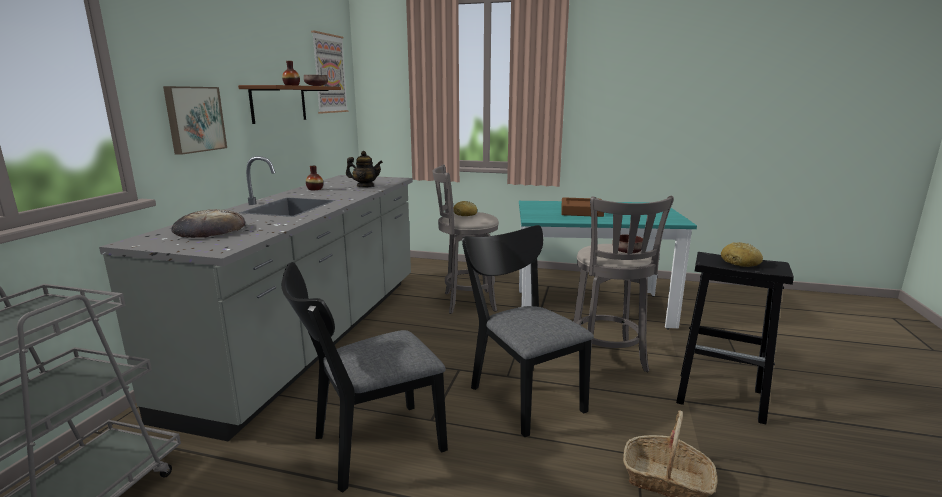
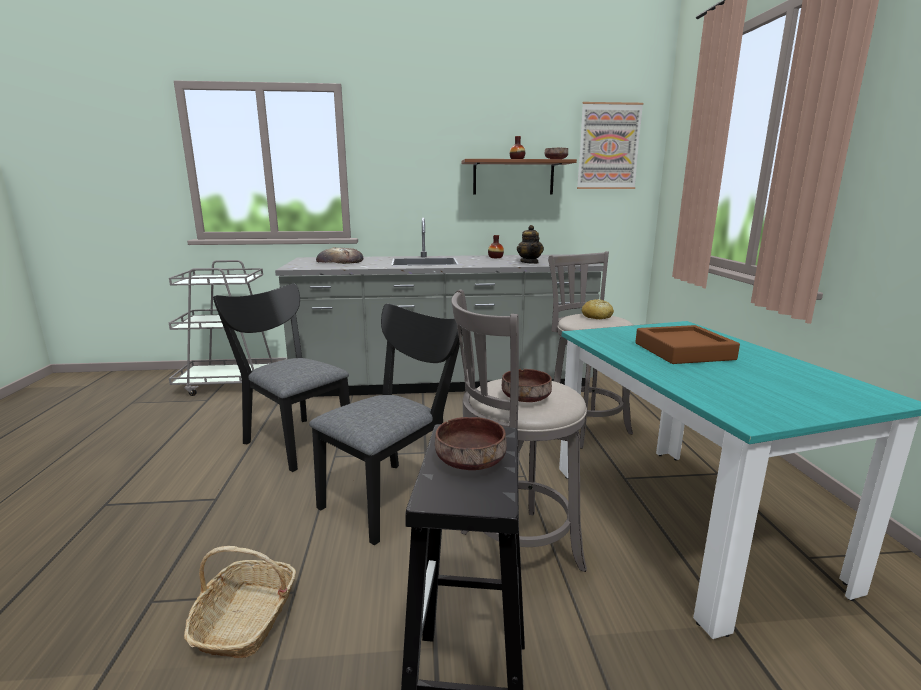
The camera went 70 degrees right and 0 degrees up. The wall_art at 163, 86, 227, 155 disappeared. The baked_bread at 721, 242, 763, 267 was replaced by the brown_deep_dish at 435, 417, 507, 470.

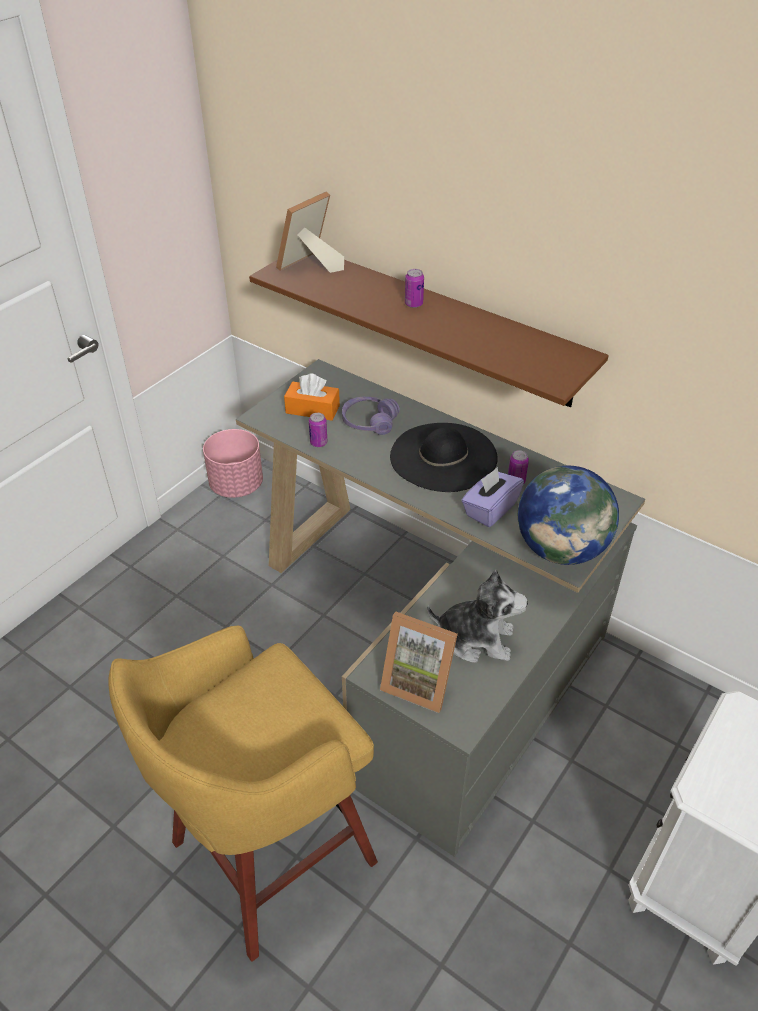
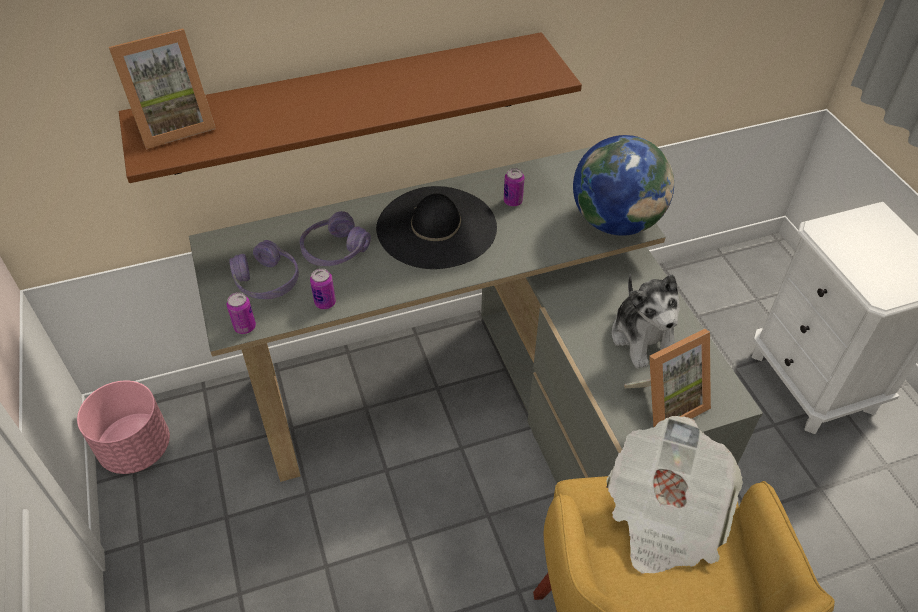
The camera went 55 degrees left and 5 degrees up. The picture_frame at 276, 192, 344, 273 turned 105 degrees counterclockwise. The orangey_tissue_box at 284, 373, 340, 421 was replaced by the purple-coloured_headphones at 229, 240, 299, 299. The metal_can moved from 405, 269, 424, 308 to 227, 292, 256, 334. The soft_toy at 427, 569, 528, 663 turned 120 degrees clockwise. The purple-coloured_tissue_box at 461, 467, 524, 527 disappeared. The printed_paper at 606, 416, 743, 574 appeared.

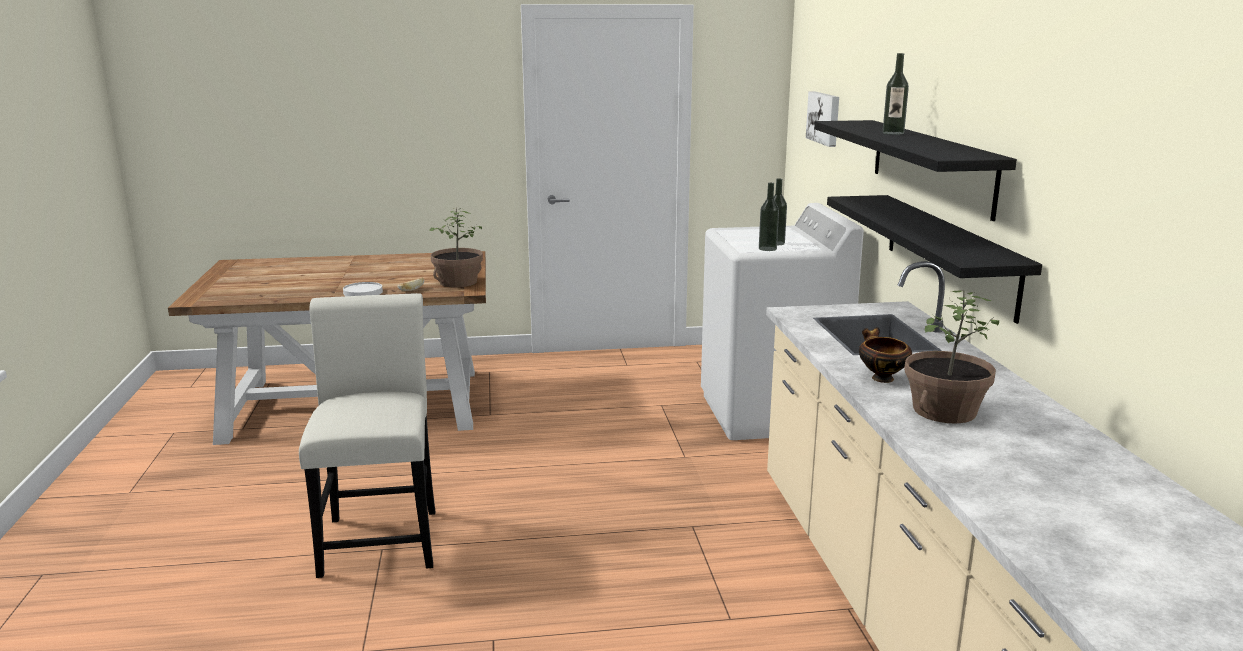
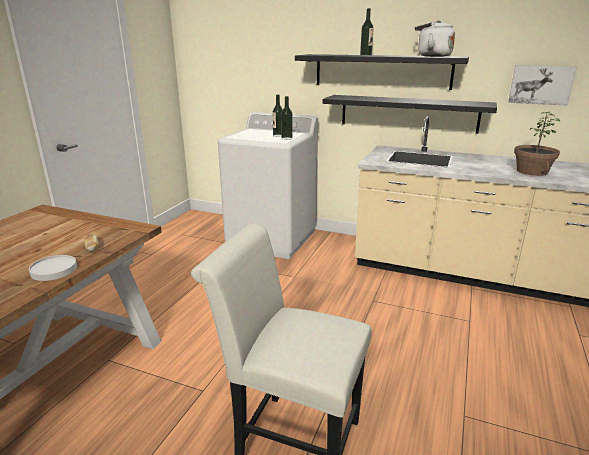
The camera went 60 degrees left and 5 degrees up. The houseplant at 429, 208, 483, 288 disappeared. The wall_art moved from 806, 91, 839, 147 to 508, 65, 577, 106. The deep_dish at 859, 327, 912, 383 disappeared. The white_kettle at 415, 20, 455, 57 appeared.

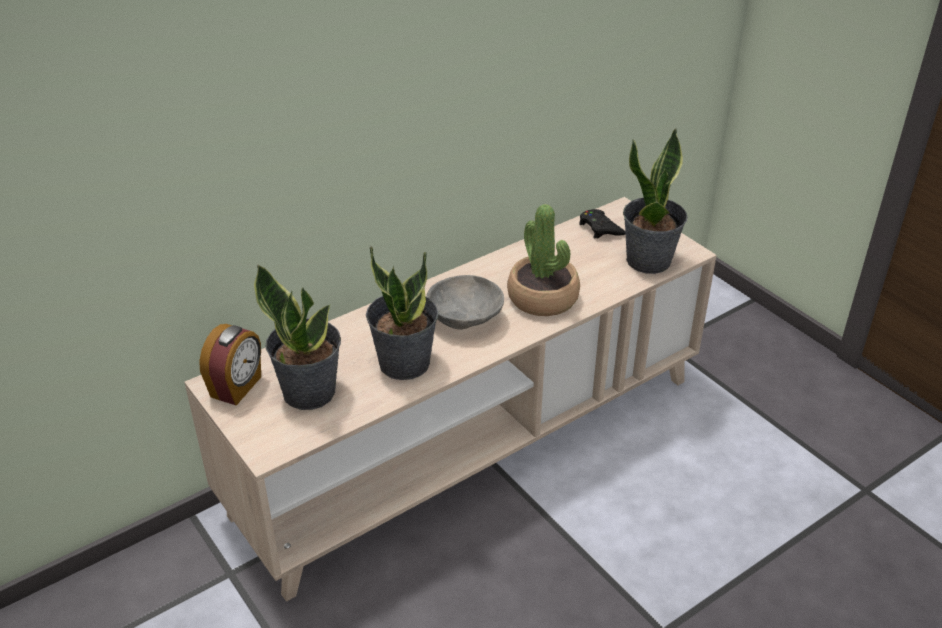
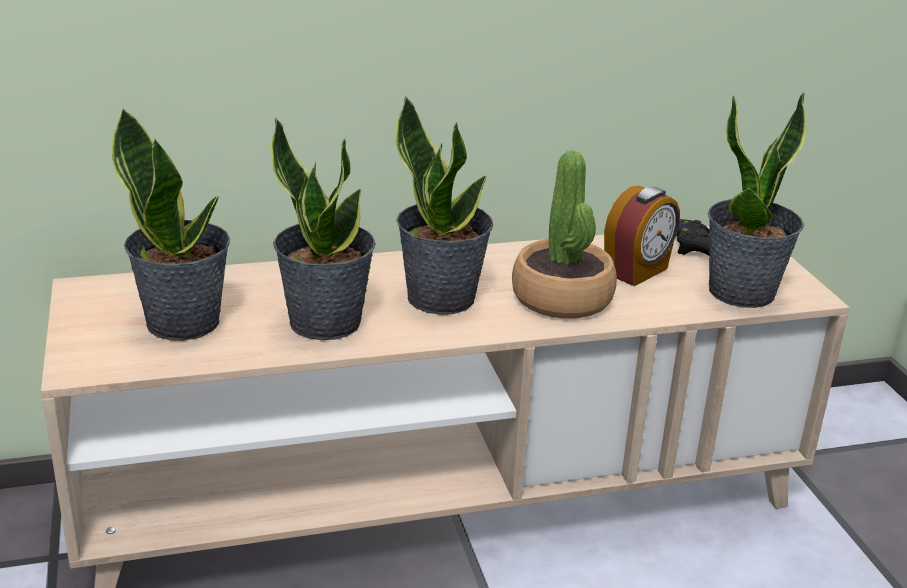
The camera went 20 degrees right and 10 degrees down. The alarm_clock moved from 199, 324, 261, 406 to 604, 186, 680, 286. The gray_deep_dish at 426, 275, 504, 330 was replaced by the houseplant at 396, 96, 493, 315.

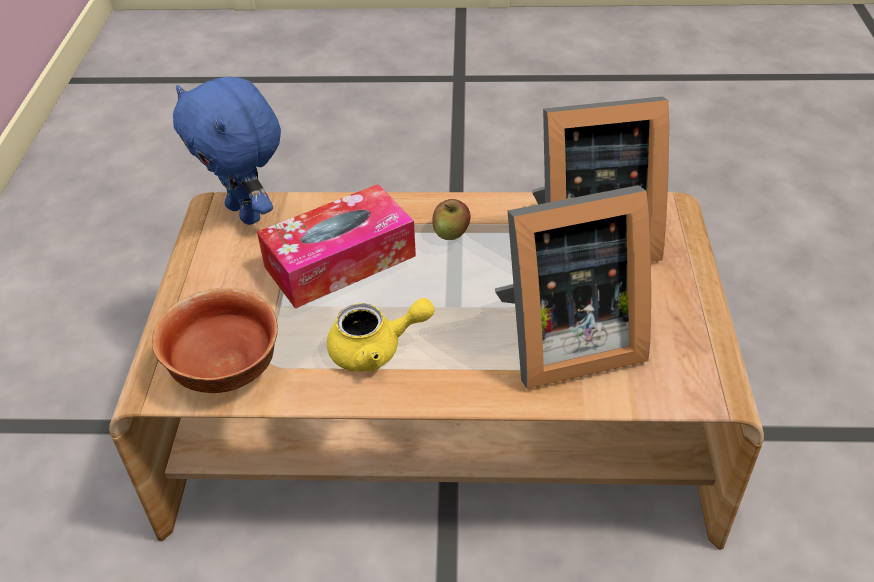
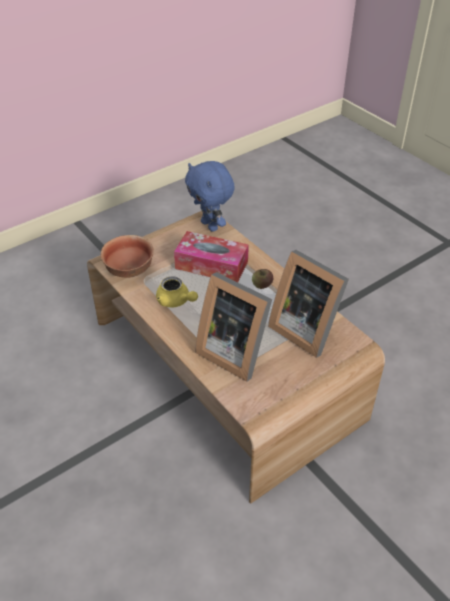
The camera went 50 degrees right and 0 degrees up. The blue_soft_toy at 173, 77, 281, 225 turned 45 degrees counterclockwise.

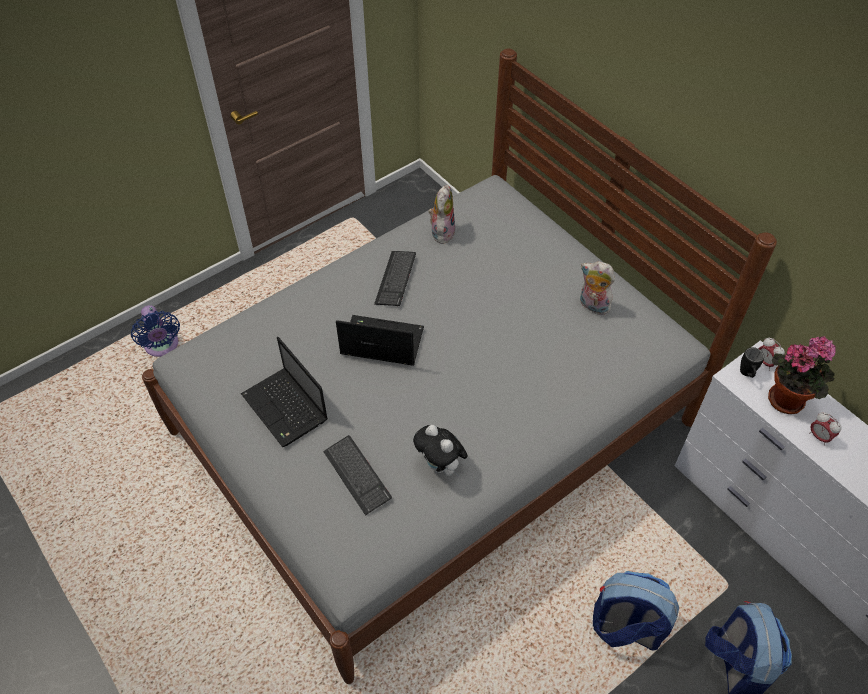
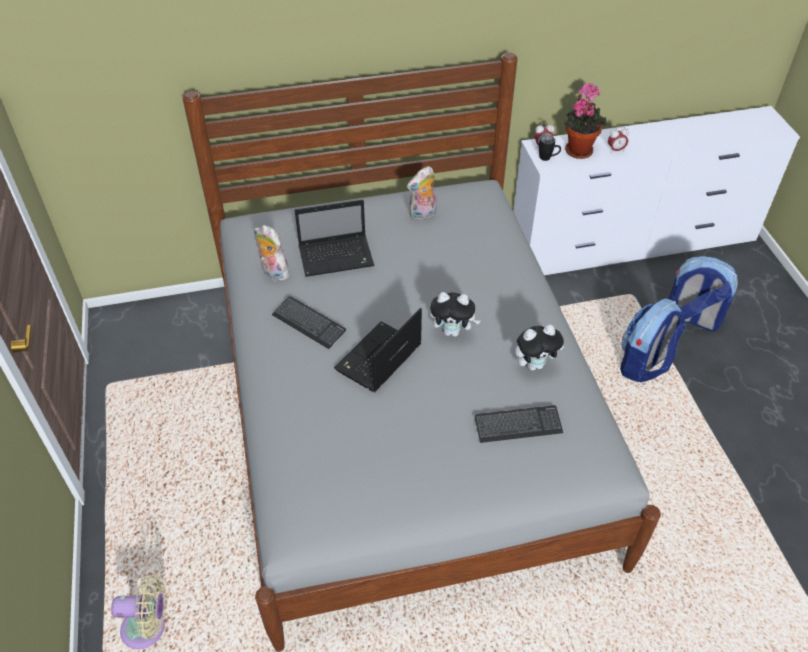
The camera went 65 degrees left and 5 degrees down. The blue_fan at 131, 305, 180, 357 became the sand-coloured_fan at 111, 574, 166, 649. The notebook_computer moved from 241, 337, 328, 447 to 295, 200, 374, 277. The soft_toy at 430, 292, 480, 337 appeared.

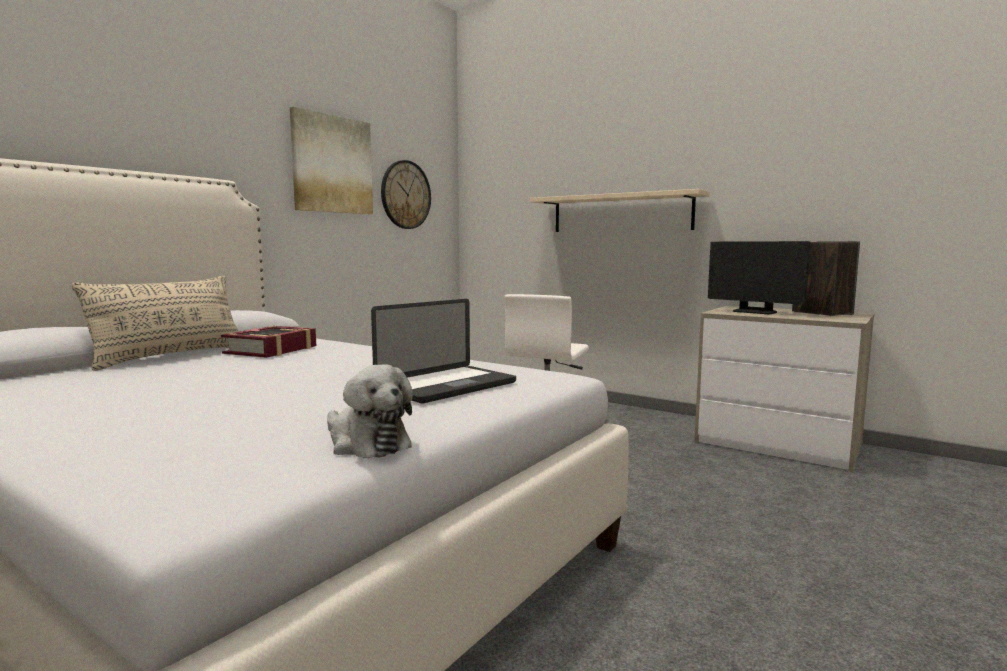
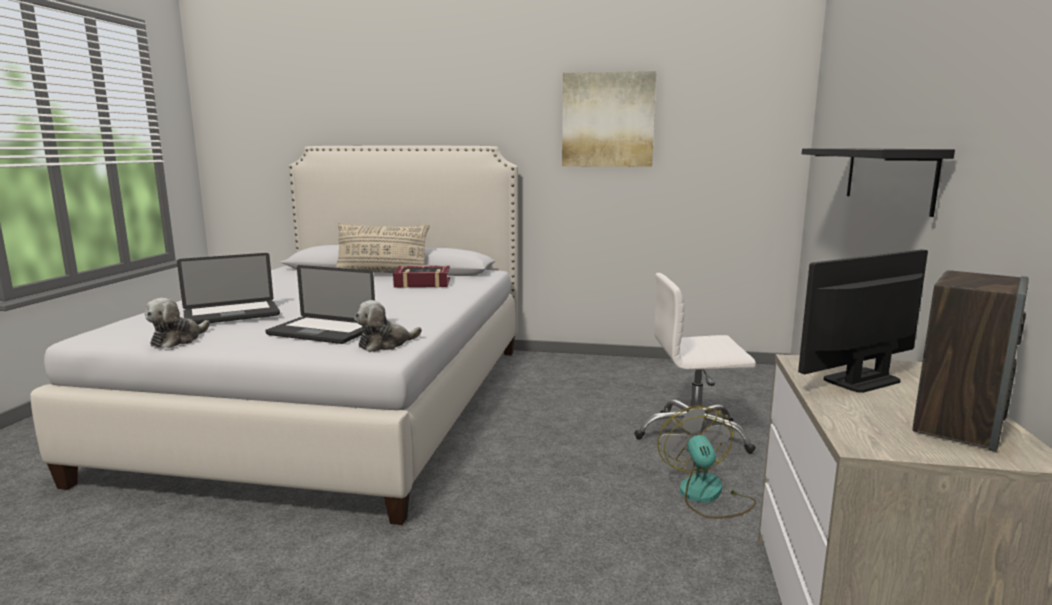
The camera went 65 degrees right and 5 degrees up. The hanging_clock at 381, 160, 431, 229 disappeared. The sand-coloured_bracket_shelf at 530, 189, 710, 232 became the blackish_bracket_shelf at 802, 148, 955, 217. The monitor at 708, 241, 811, 314 turned 45 degrees clockwise. The notebook_computer at 177, 253, 280, 324 appeared. The soft_toy at 354, 300, 422, 352 appeared. The fan at 657, 406, 756, 519 appeared.

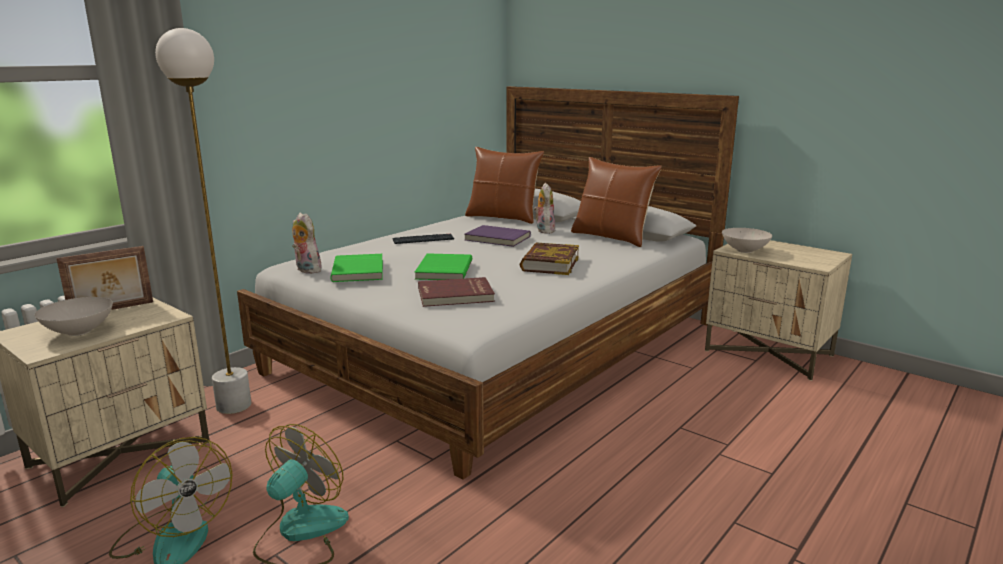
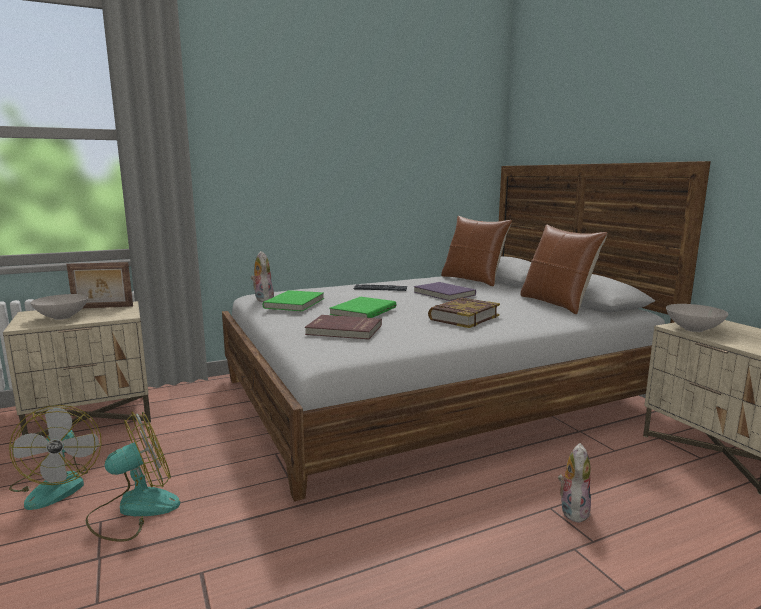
The camera went 25 degrees right and 5 degrees down. The white_standard_lamp at 155, 28, 251, 414 disappeared. The soft_toy moved from 534, 183, 555, 234 to 558, 443, 591, 523.

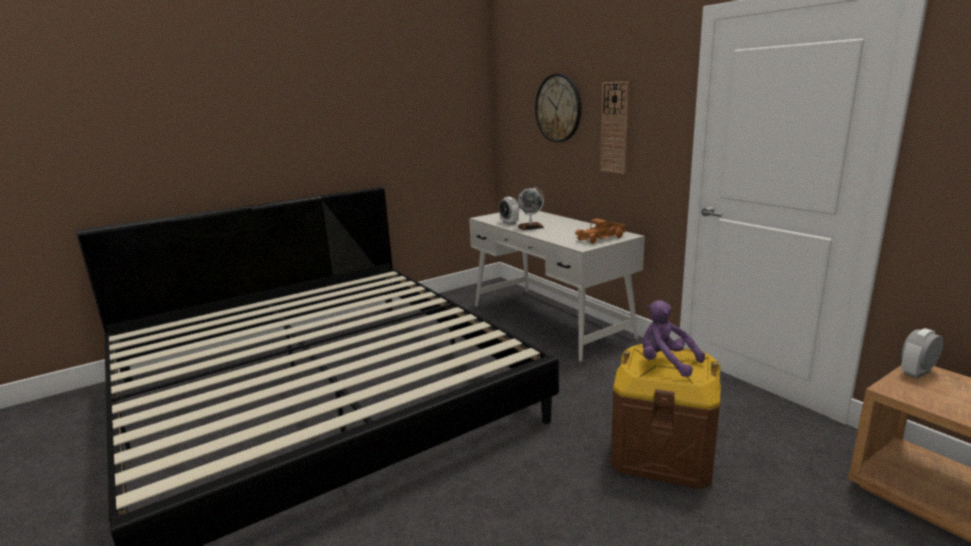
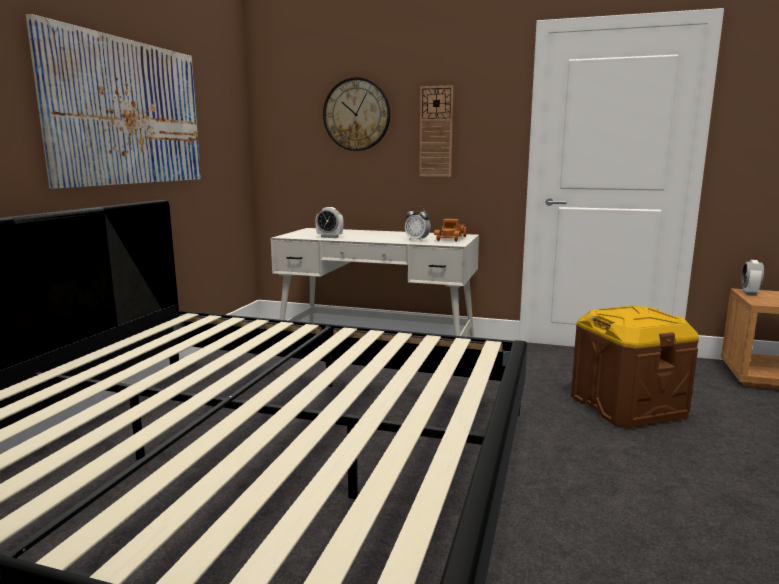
The camera went 40 degrees left and 5 degrees down. The world_globe at 518, 187, 544, 230 disappeared. The purple-coloured_soft_toy at 642, 300, 705, 377 disappeared. The wall_art at 26, 14, 201, 189 appeared. The alarm_clock at 405, 206, 431, 241 appeared.

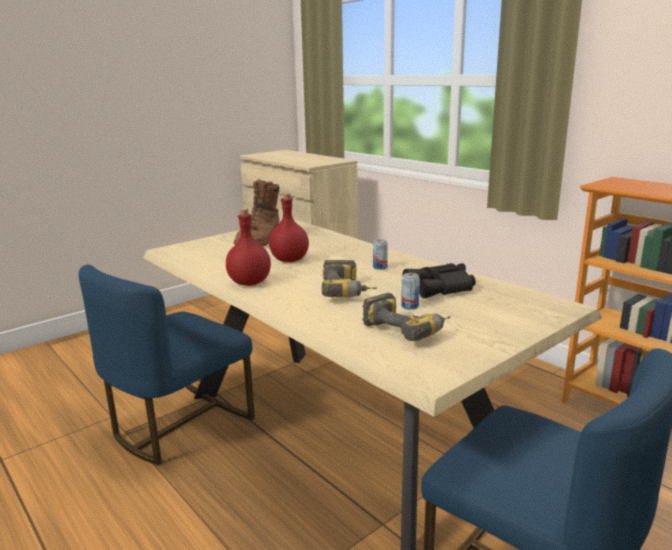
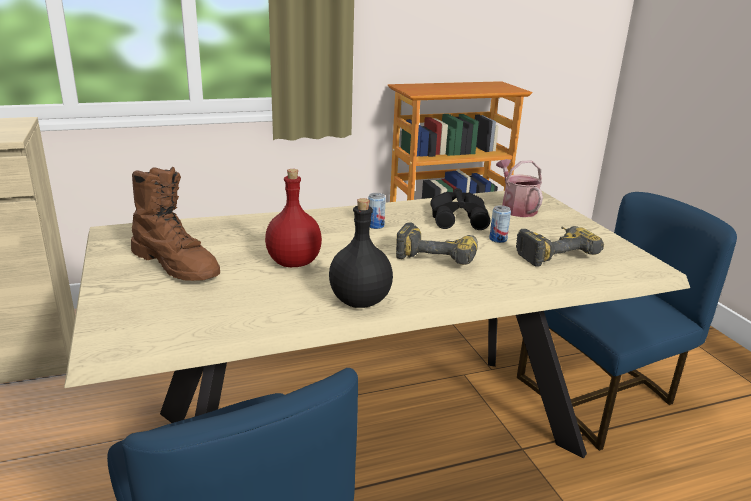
The camera went 70 degrees left and 5 degrees up. The red_bottle at 226, 208, 271, 286 became the blackish_bottle at 329, 198, 393, 308. The sprinkling_can at 496, 159, 543, 217 appeared.

